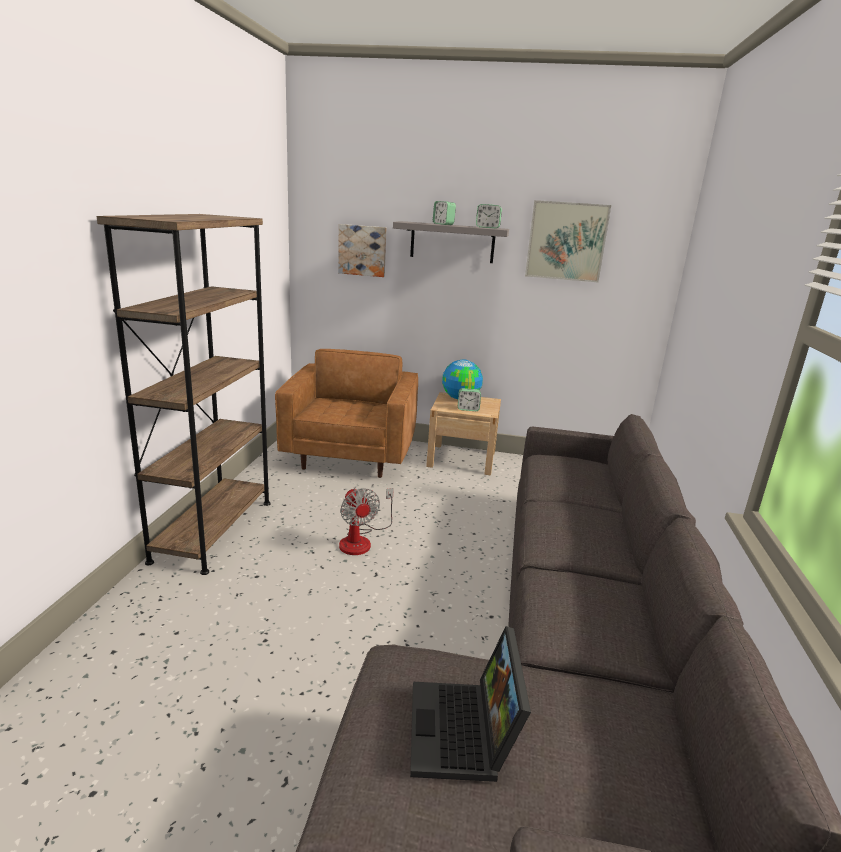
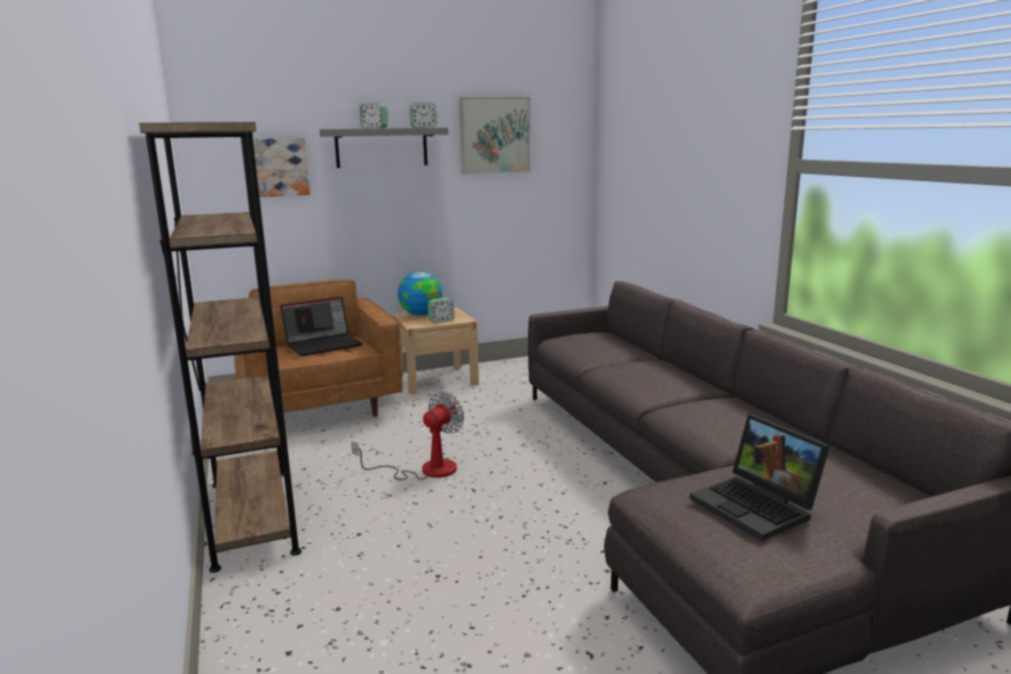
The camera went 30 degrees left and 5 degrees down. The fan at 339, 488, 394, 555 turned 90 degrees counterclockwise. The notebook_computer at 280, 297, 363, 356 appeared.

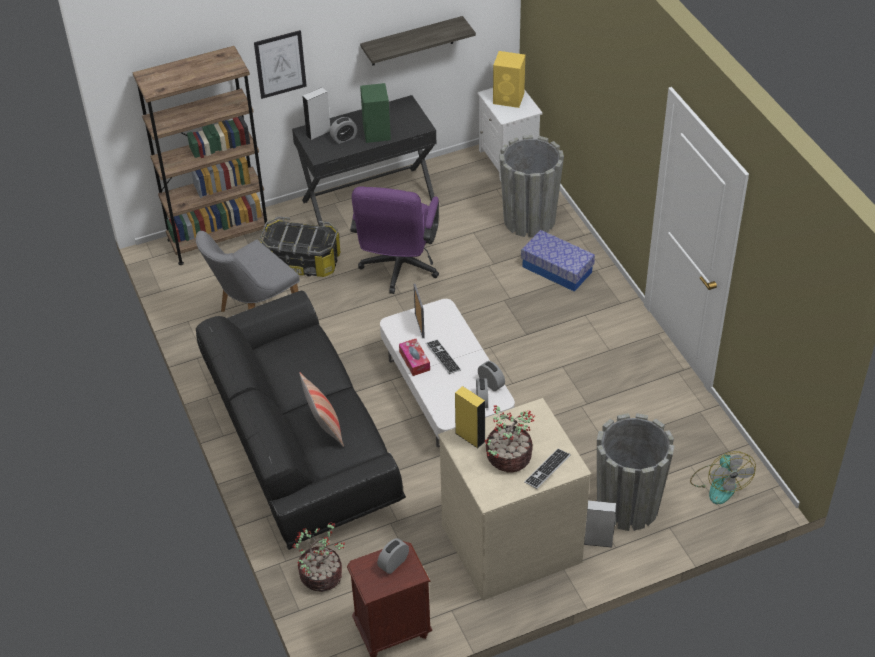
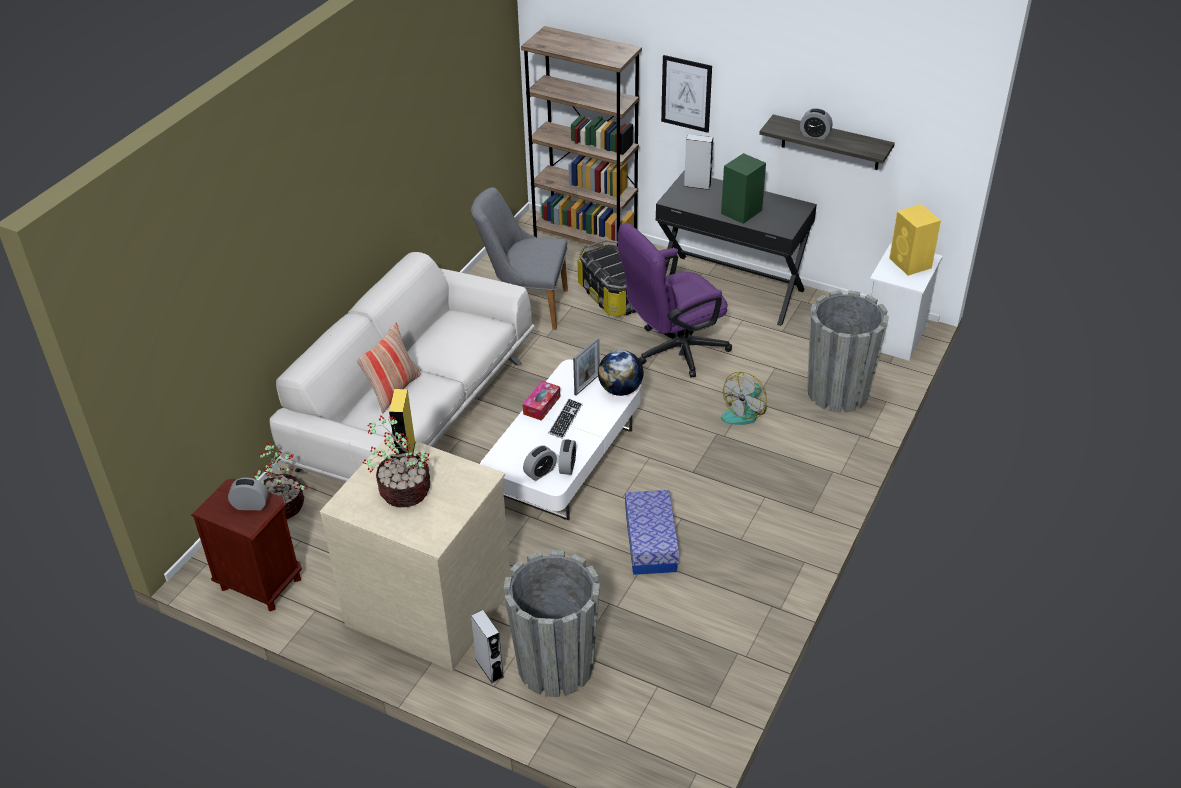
The camera went 50 degrees right and 5 degrees down. The blackish_settee at 196, 290, 406, 550 became the white_settee at 270, 252, 535, 483. The alarm_clock moved from 330, 117, 357, 144 to 800, 108, 833, 140. The storage_box moved from 521, 230, 595, 292 to 625, 490, 679, 575. The keyboard at 524, 448, 571, 489 disappeared. The fan moved from 690, 451, 756, 504 to 721, 372, 767, 425. The world_globe at 598, 350, 644, 396 appeared.

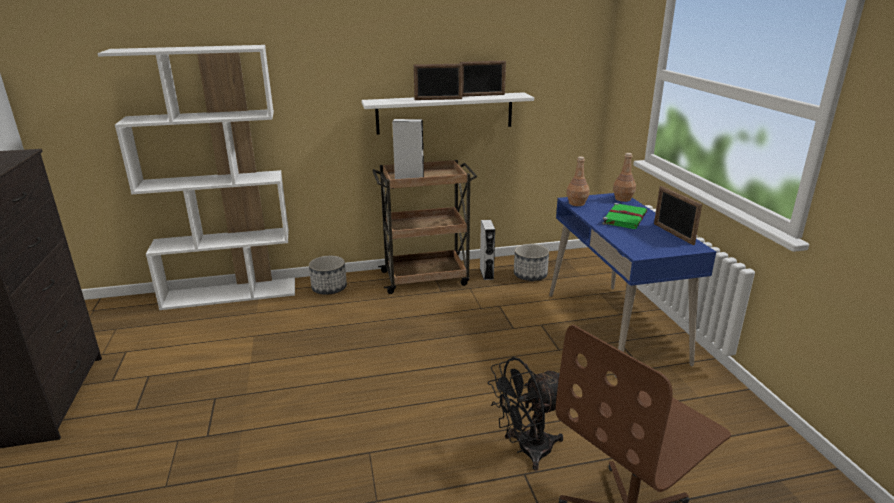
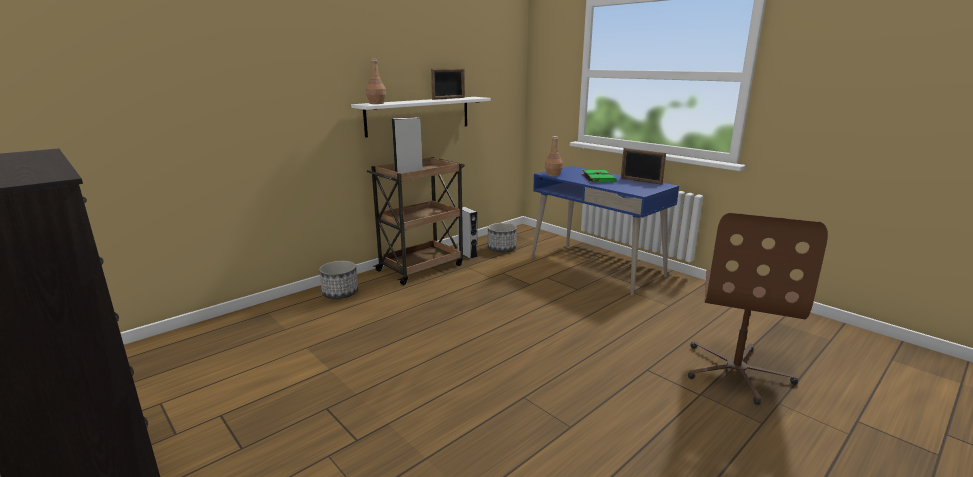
The camera went 30 degrees left and 5 degrees down. The white_bookcase at 97, 45, 295, 310 disappeared. The picture_frame at 414, 64, 462, 100 disappeared. The blackish_fan at 488, 357, 563, 471 disappeared. The brown_bottle moved from 613, 153, 636, 202 to 366, 59, 386, 104.

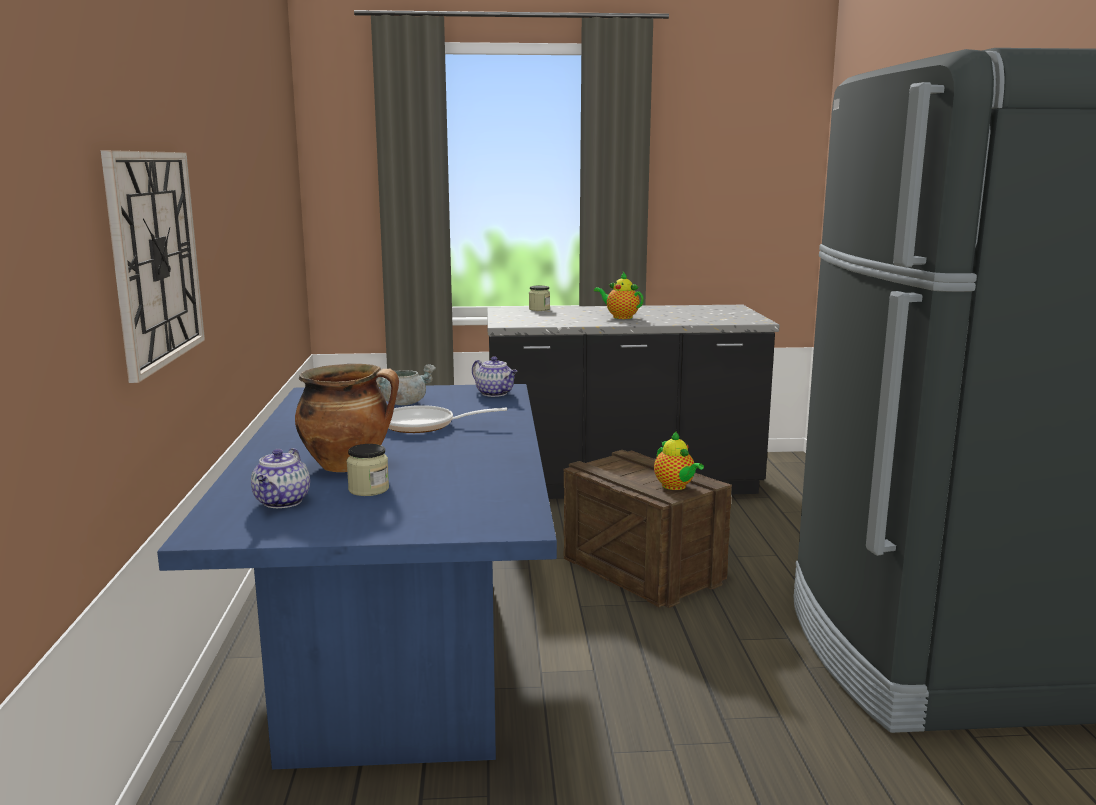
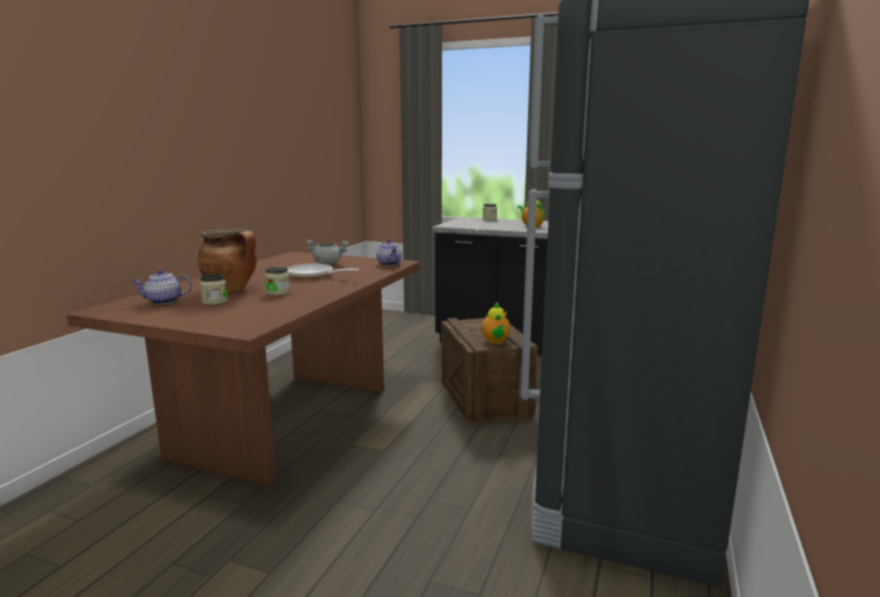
The camera went 25 degrees right and 0 degrees up. The hanging_clock at 101, 150, 205, 383 disappeared. The blue_dinner_table at 157, 384, 557, 769 became the brown_dinner_table at 67, 252, 420, 486. The pot_for_tea at 251, 448, 310, 508 turned 45 degrees clockwise. The preserve_jar at 265, 267, 290, 295 appeared.

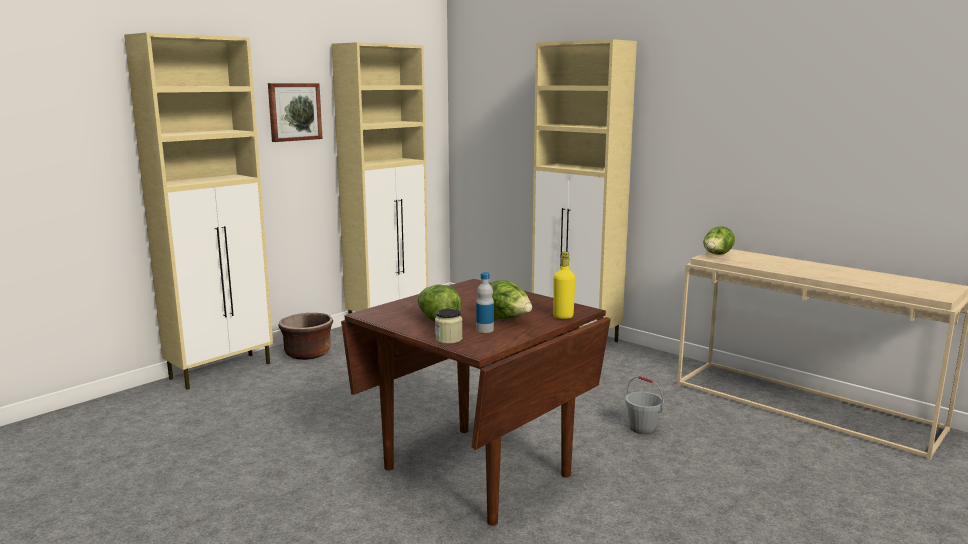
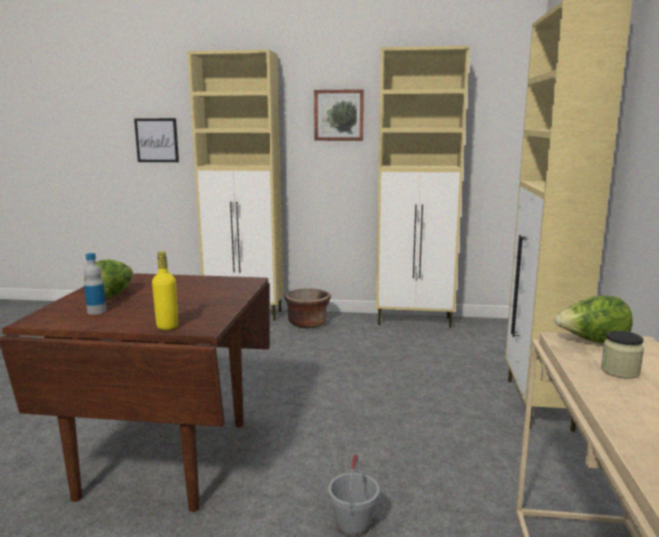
The camera went 55 degrees right and 0 degrees up. The preserve_jar moved from 435, 308, 462, 344 to 601, 331, 644, 379. The lettuce at 490, 280, 532, 319 disappeared. The wall_art at 134, 118, 179, 162 appeared.

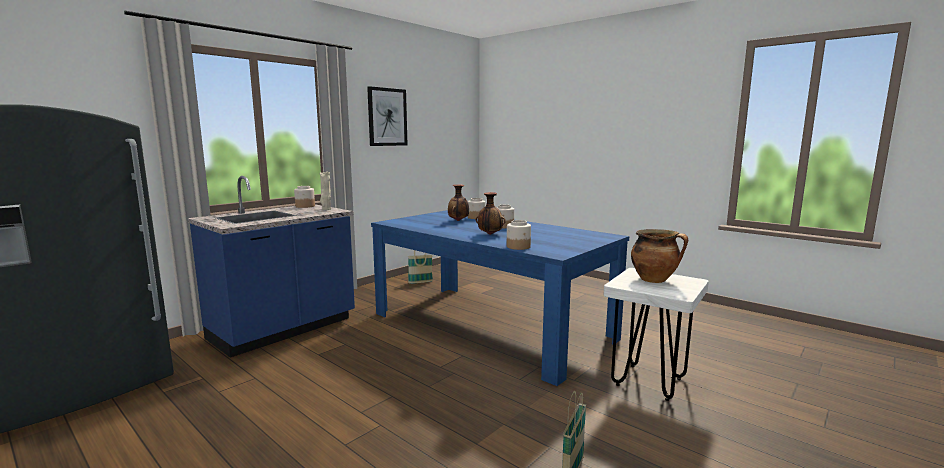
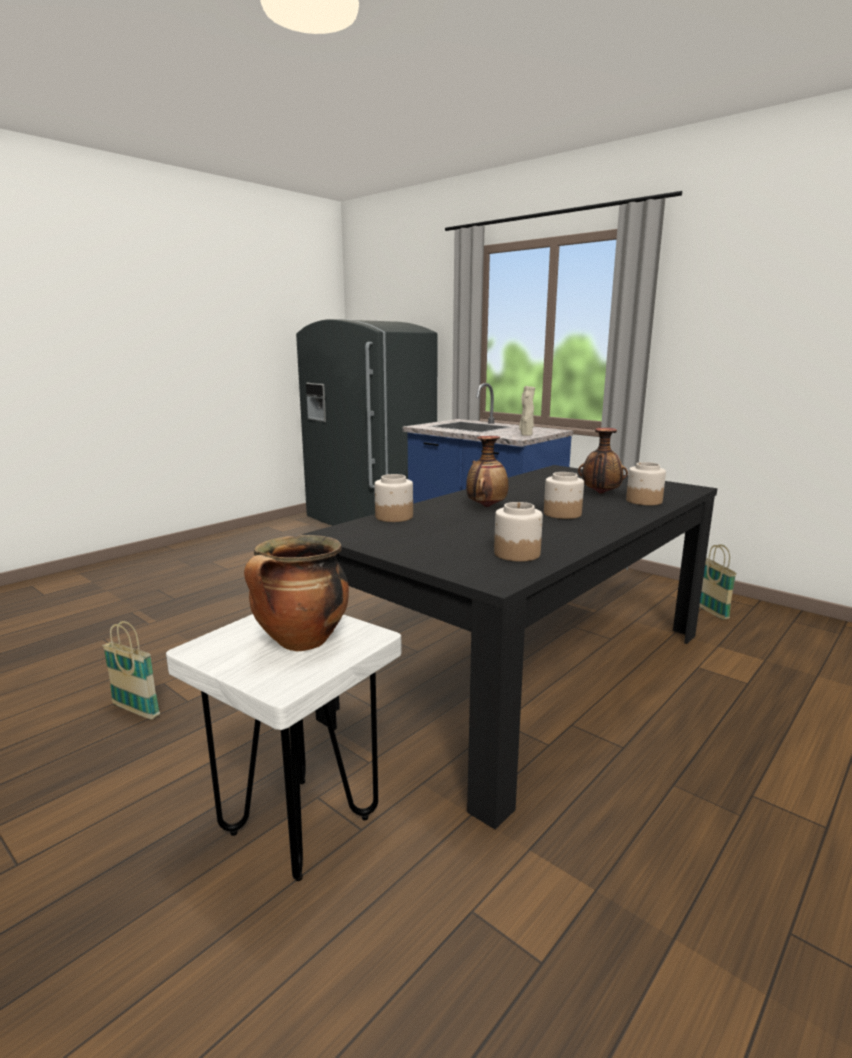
The camera went 90 degrees right and 5 degrees up. The preserve_jar moved from 294, 186, 315, 208 to 494, 502, 543, 562. The wall_art at 367, 86, 408, 146 disappeared. The blue_dinner_table at 371, 210, 629, 386 became the blackish_dinner_table at 302, 465, 717, 829.

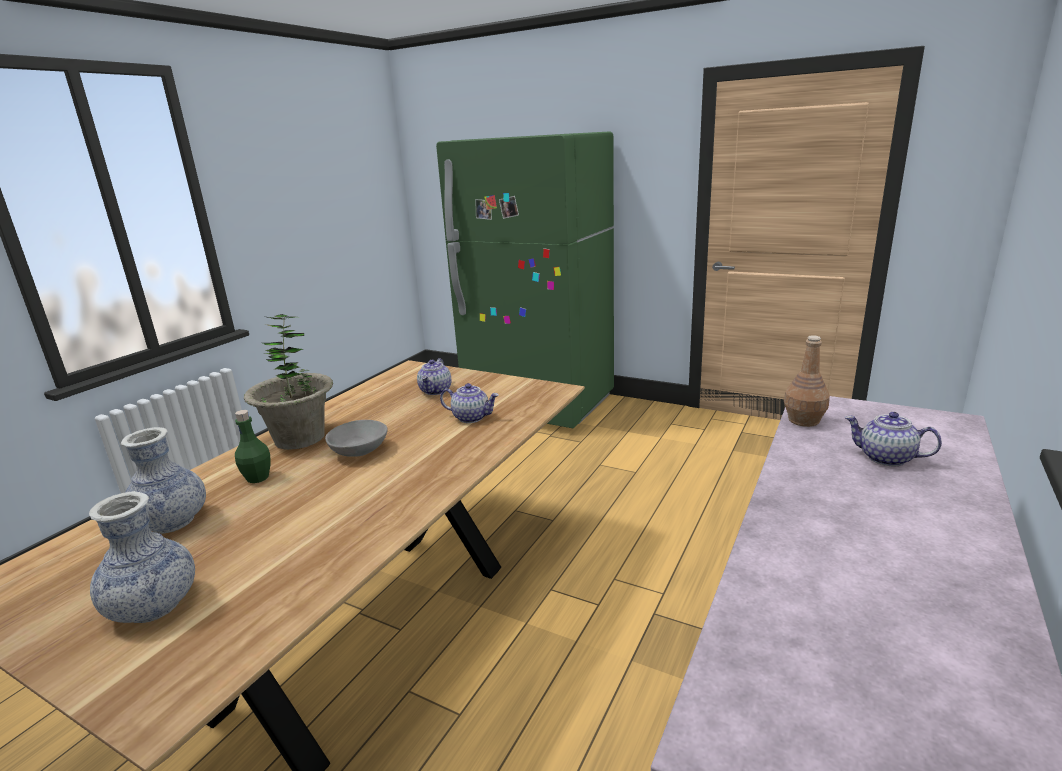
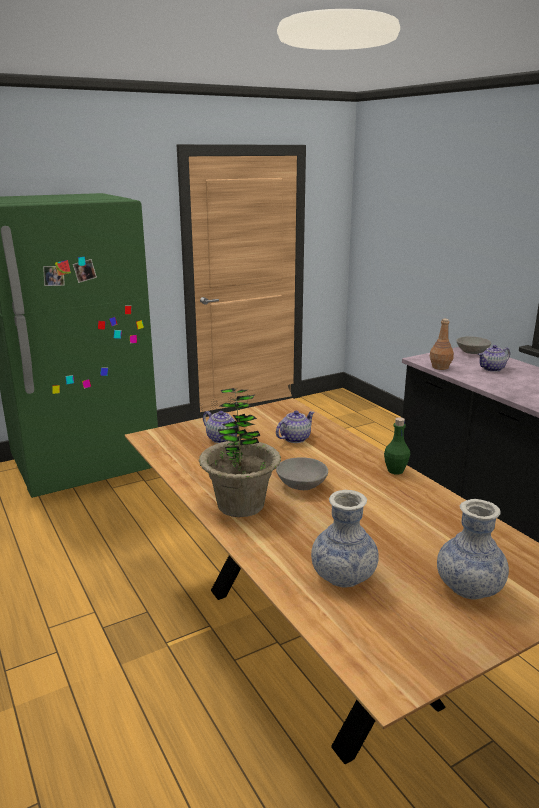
The camera went 60 degrees left and 0 degrees up. The greenish_bottle moved from 235, 410, 271, 483 to 384, 417, 410, 475. The gray_deep_dish at 456, 336, 492, 354 appeared.

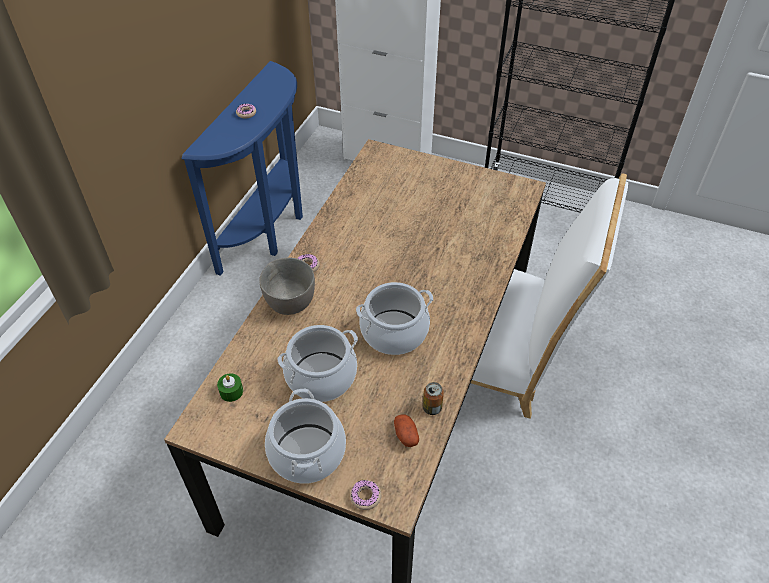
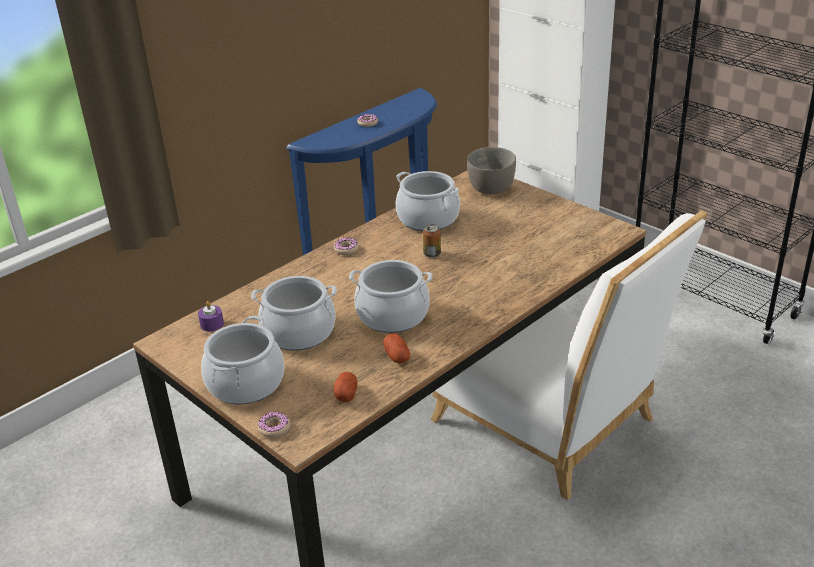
The camera went 25 degrees right and 15 degrees down. The greenish_wax_light at 217, 373, 243, 402 became the purple-coloured_wax_light at 198, 301, 224, 332. The gray_deep_dish moved from 259, 258, 315, 315 to 467, 147, 516, 194. The metal_can moved from 423, 382, 444, 415 to 423, 224, 441, 258. The whole_potato at 383, 333, 410, 363 appeared. The cooking_pot at 396, 171, 460, 231 appeared.

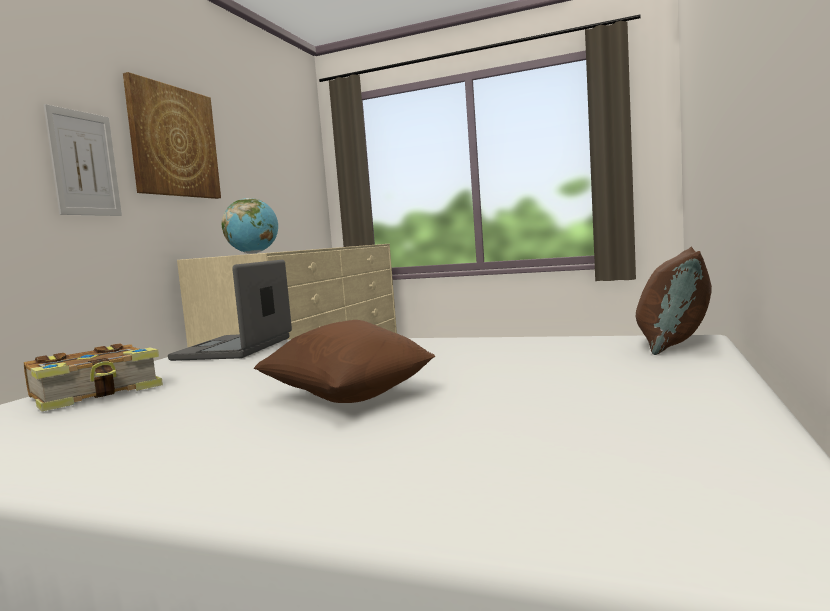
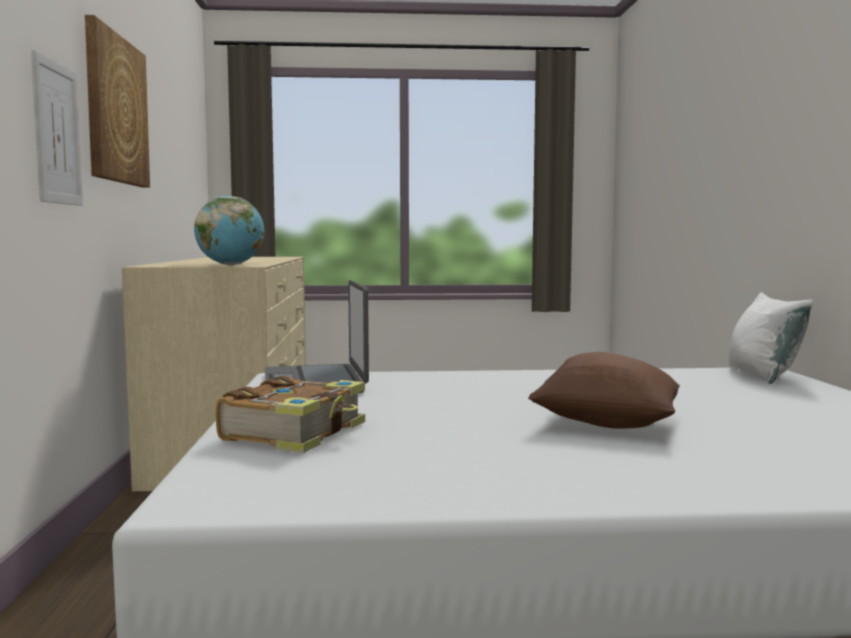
The camera went 25 degrees left and 0 degrees up. The brown_cushion at 636, 247, 712, 355 became the white_cushion at 728, 292, 813, 384.

